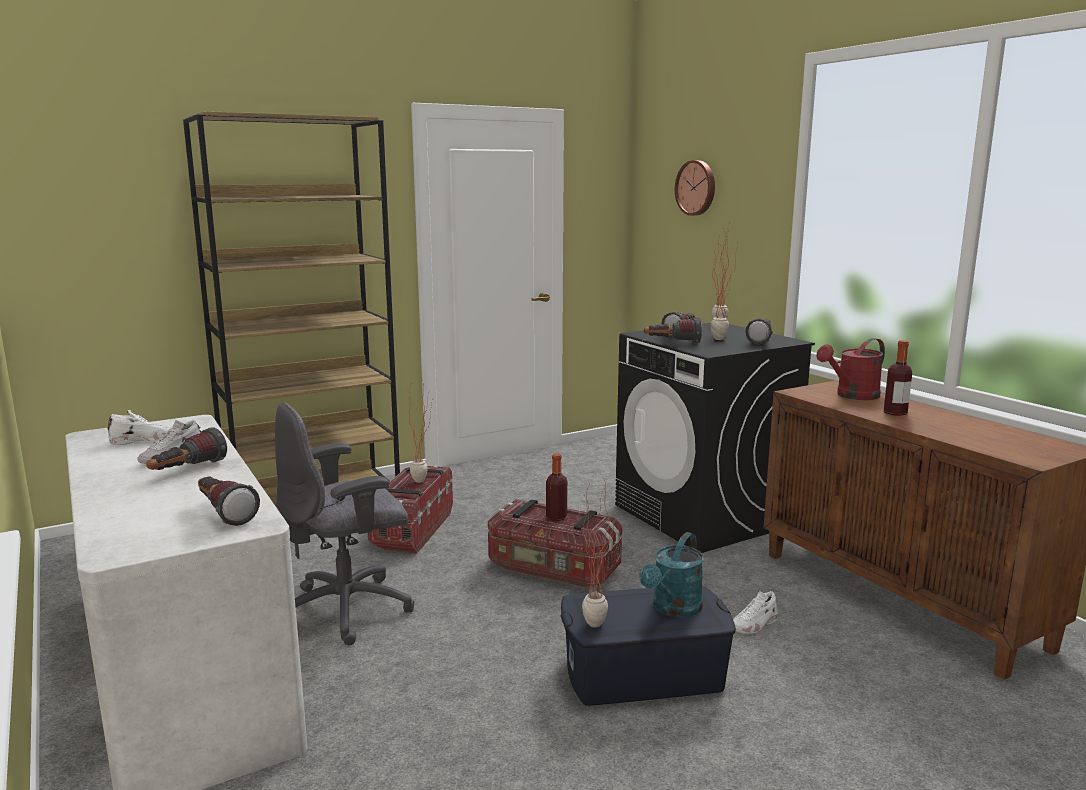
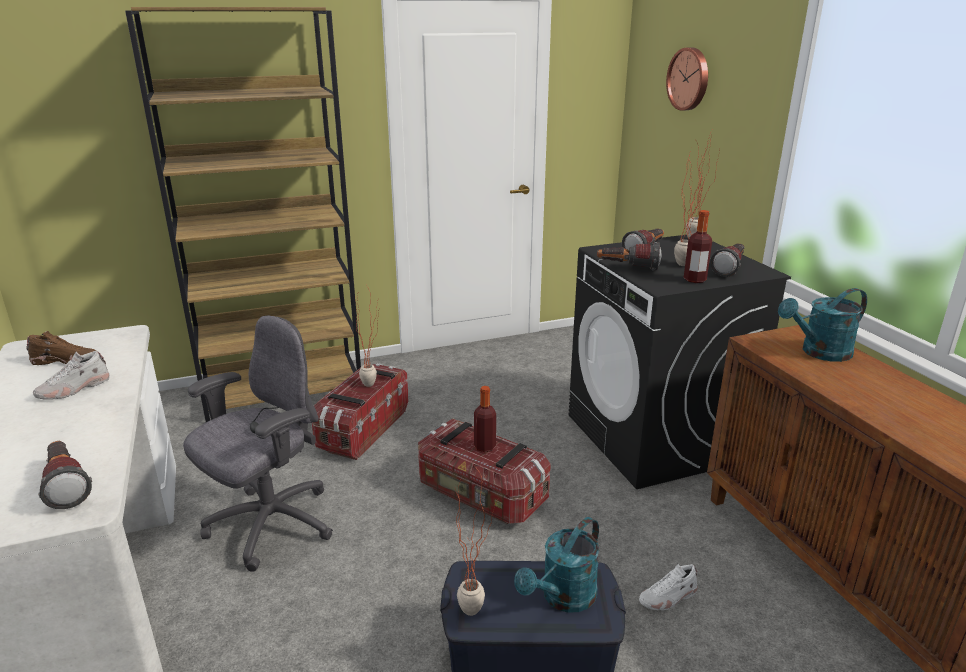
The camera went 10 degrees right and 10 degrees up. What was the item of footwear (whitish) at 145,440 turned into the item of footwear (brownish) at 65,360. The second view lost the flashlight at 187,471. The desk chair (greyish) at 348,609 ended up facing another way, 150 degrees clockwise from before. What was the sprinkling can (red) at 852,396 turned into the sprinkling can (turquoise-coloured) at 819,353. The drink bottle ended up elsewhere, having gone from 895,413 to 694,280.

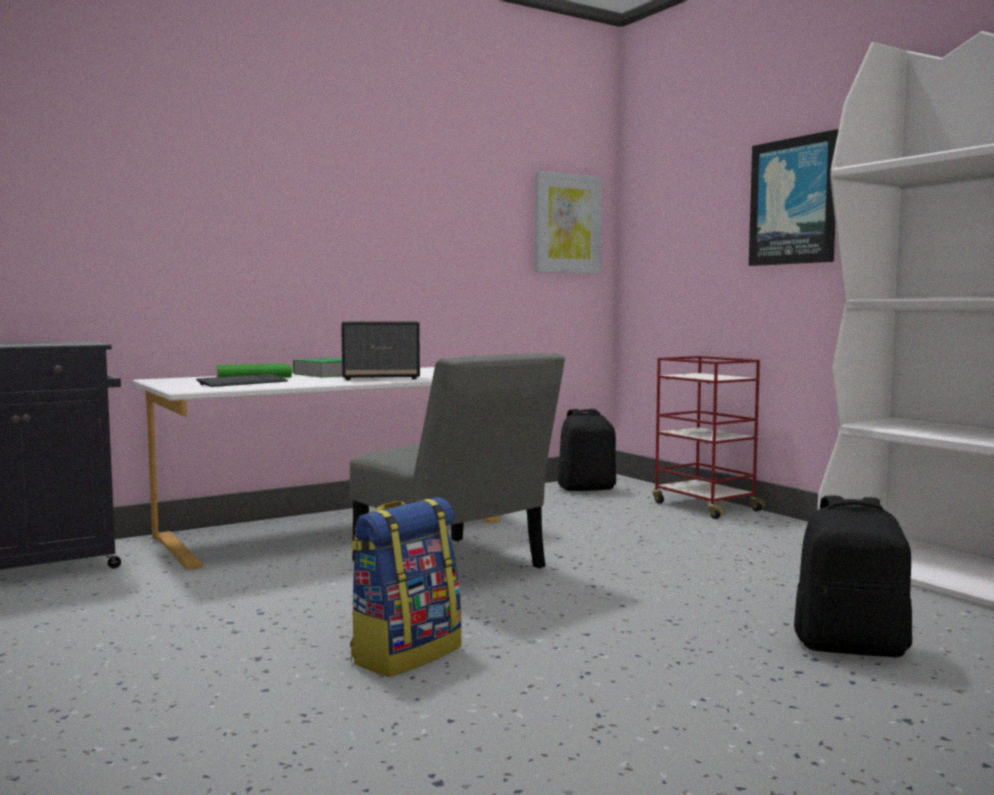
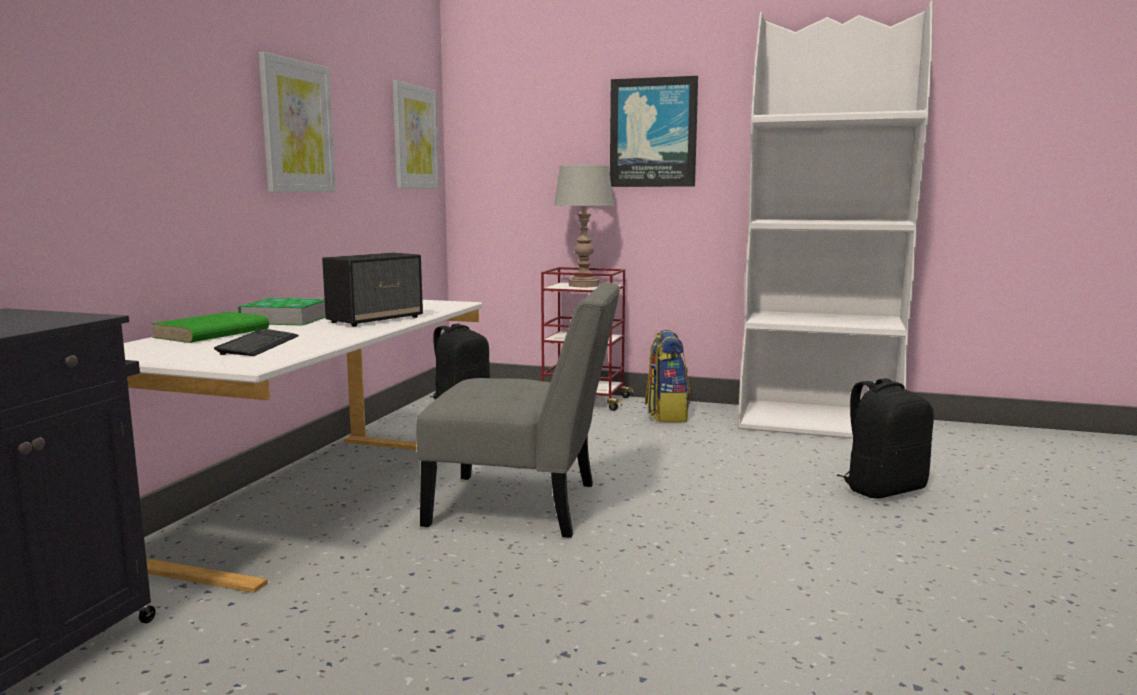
The camera went 40 degrees left and 5 degrees up. The backpack ended up elsewhere, having gone from 405,654 to 666,415. The second view gained the wall art at 297,127. The second view gained the tabletop lamp (greyish) at 583,285.

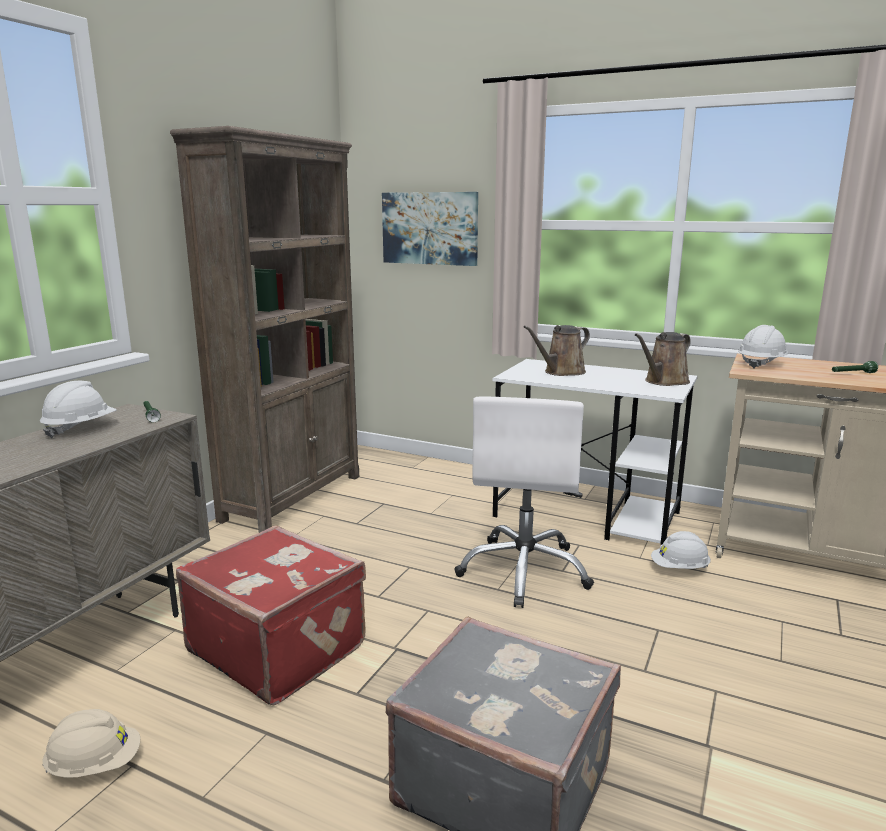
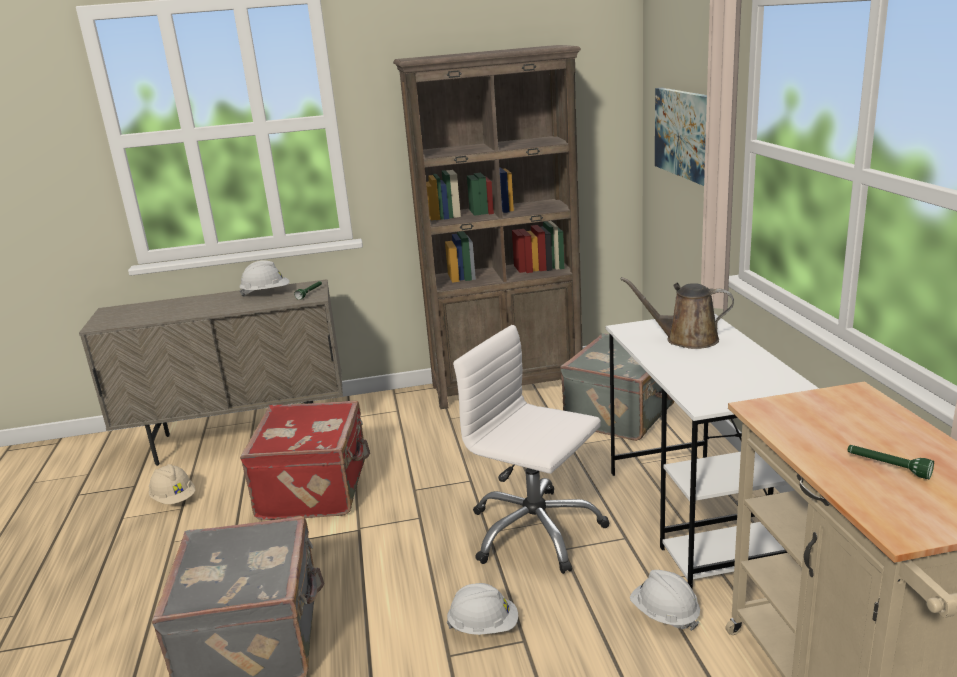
The camera went 55 degrees right and 5 degrees up. The desk chair (whitish) at 525,571 ended up facing another way, 60 degrees clockwise from before. The second view lost the sprinkling can (brownish) at 664,382. The hard hat (whitish) ended up elsewhere, having gone from 761,364 to 484,626. The second view gained the suitcase (greyish) at 622,414.

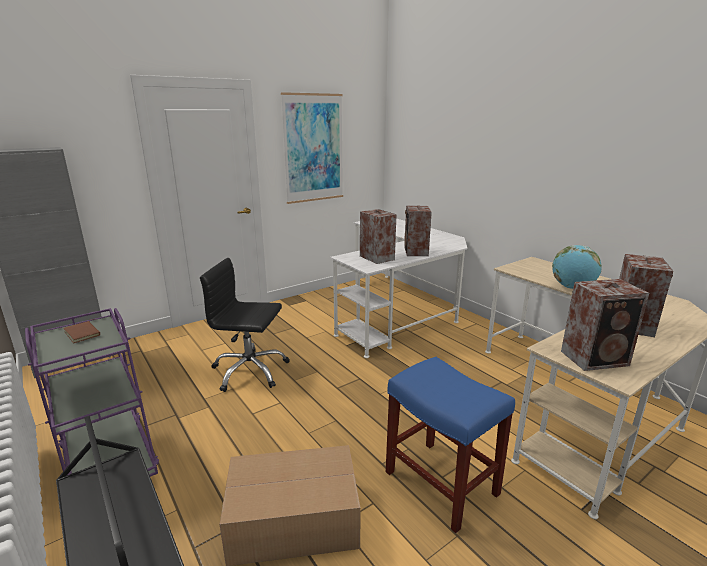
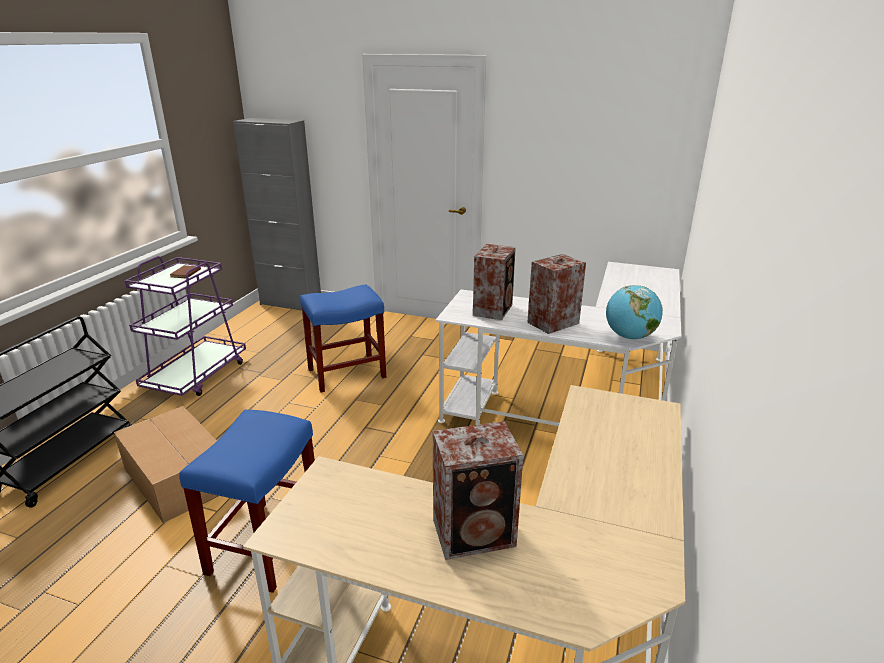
The camera went 55 degrees right and 5 degrees up. Where the desk chair (black) stood at 250,371, the stool seat (blue-coloured) came to stand at 347,373. The second view lost the wall art at 313,148. The desk globe ended up elsewhere, having gone from 572,288 to 629,337. The second view lost the audio speaker at 596,358.

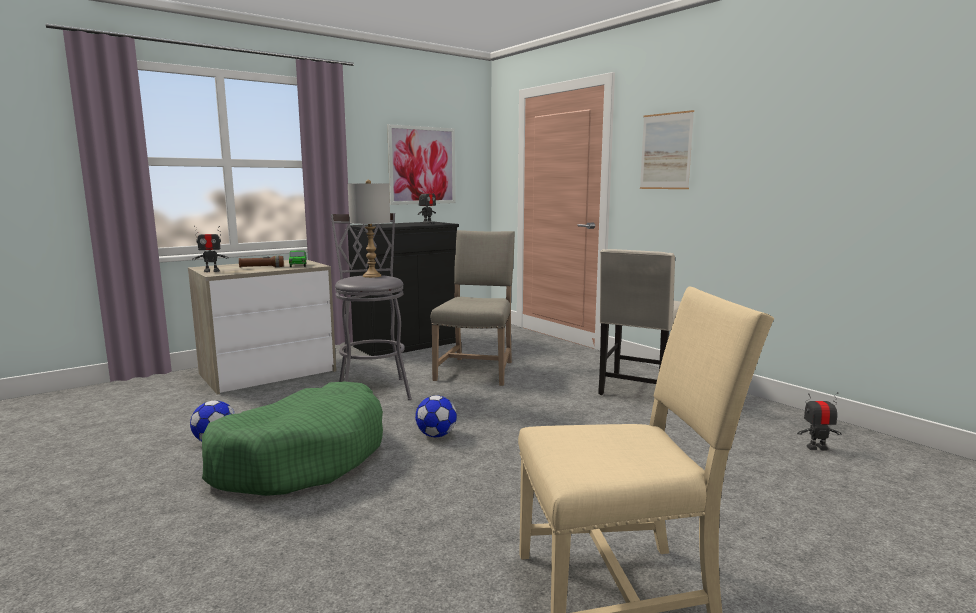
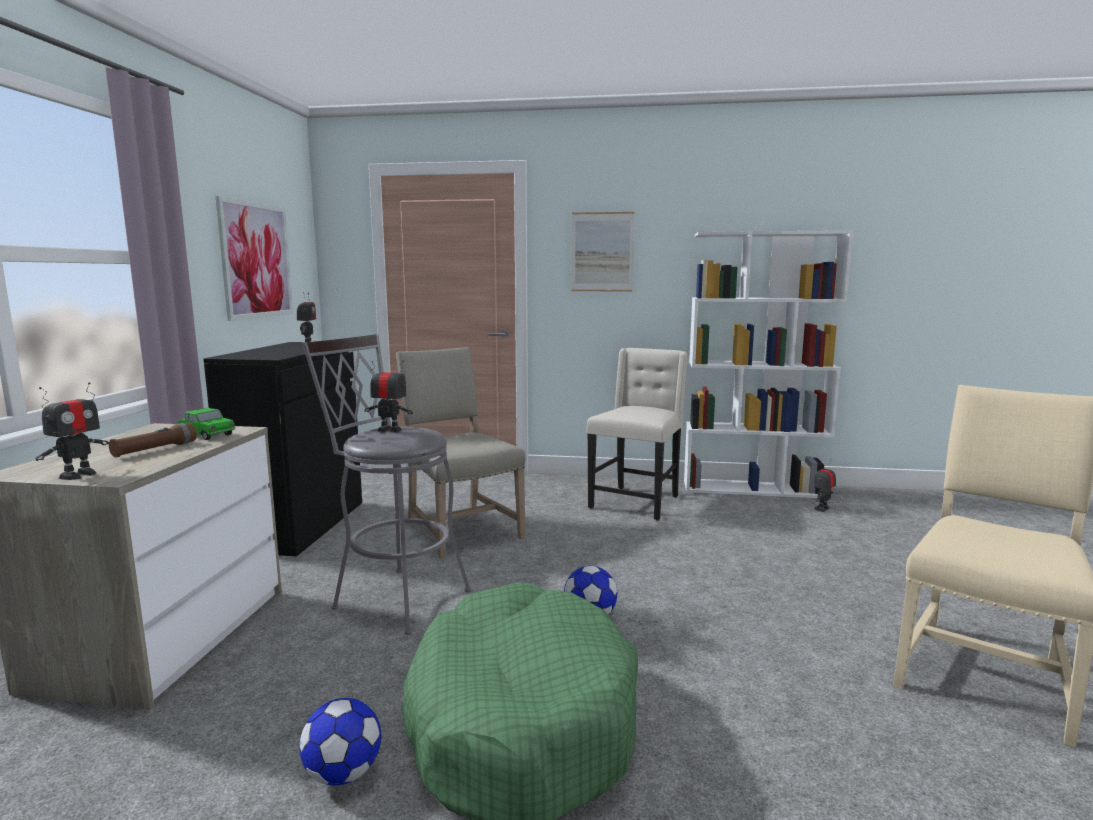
The camera went 45 degrees left and 0 degrees up. Where the tabletop lamp (greyish) stood at 371,276, the toy robot came to stand at 390,430. The plain chair (sand-coloured) at 638,389 ended up facing another way, 135 degrees counterclockwise from before. The second view gained the shelving unit (whitish) at 753,489.

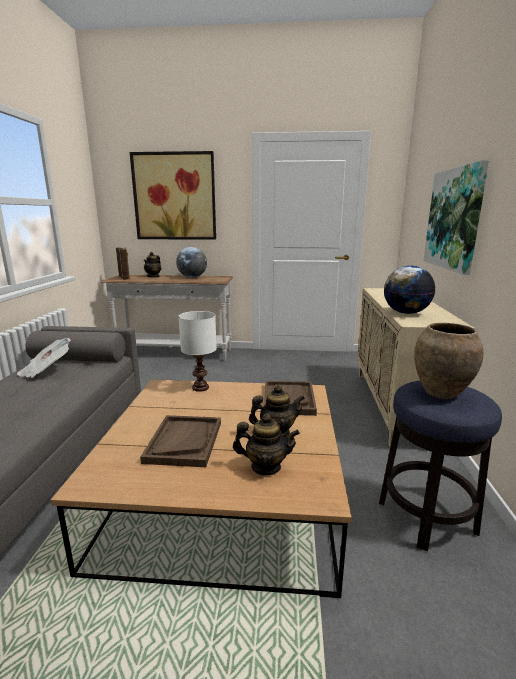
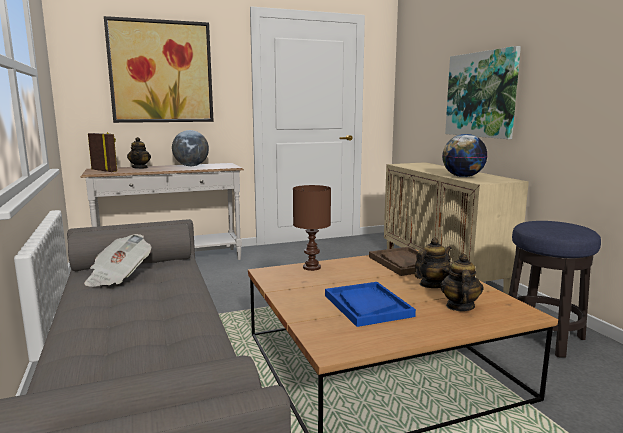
The camera went 25 degrees left and 5 degrees down. What was the tray (brownish) at 184,442 turned into the tray (blue-coloured) at 367,305. What was the tabletop lamp (whitish) at 201,387 turned into the tabletop lamp (brownish) at 311,267. The teapot at 265,467 ended up facing another way, 60 degrees counterclockwise from before. The second view lost the decorative vase (brownish) at 440,393.

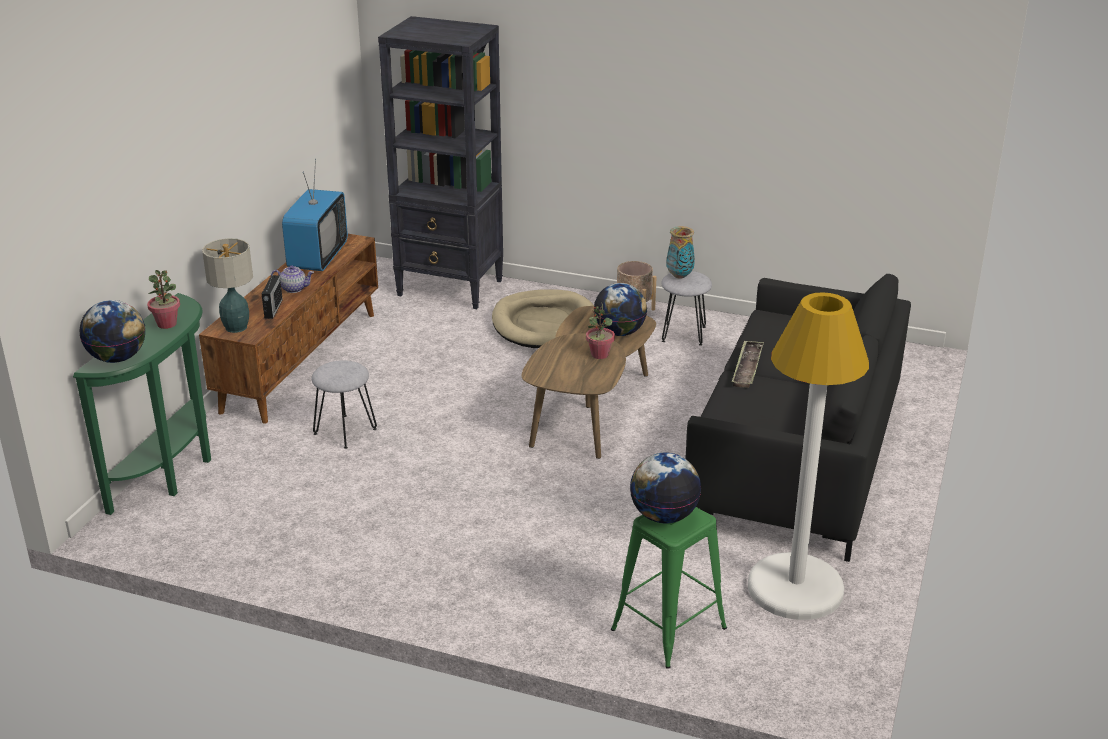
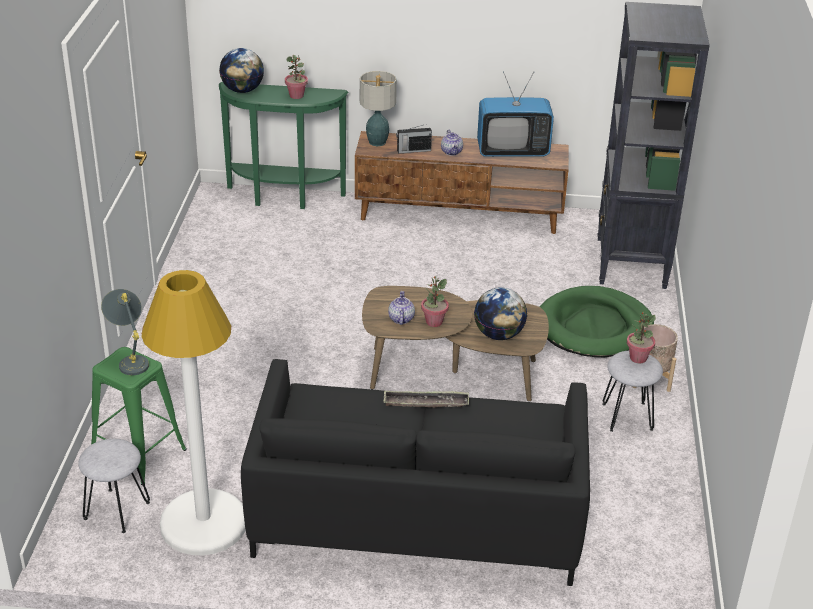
The camera went 75 degrees right and 5 degrees up. The stool seat (greyish) ended up elsewhere, having gone from 345,431 to 117,510. What was the dog bed (sand-coloured) at 545,324 turned into the dog bed (greenish) at 594,327. Where the desk globe stood at 663,516, the tabletop lamp (greyish) came to stand at 130,360. Where the decorative vase stood at 679,276, the potted plant came to stand at 638,358. The second view gained the teapot at 400,318.

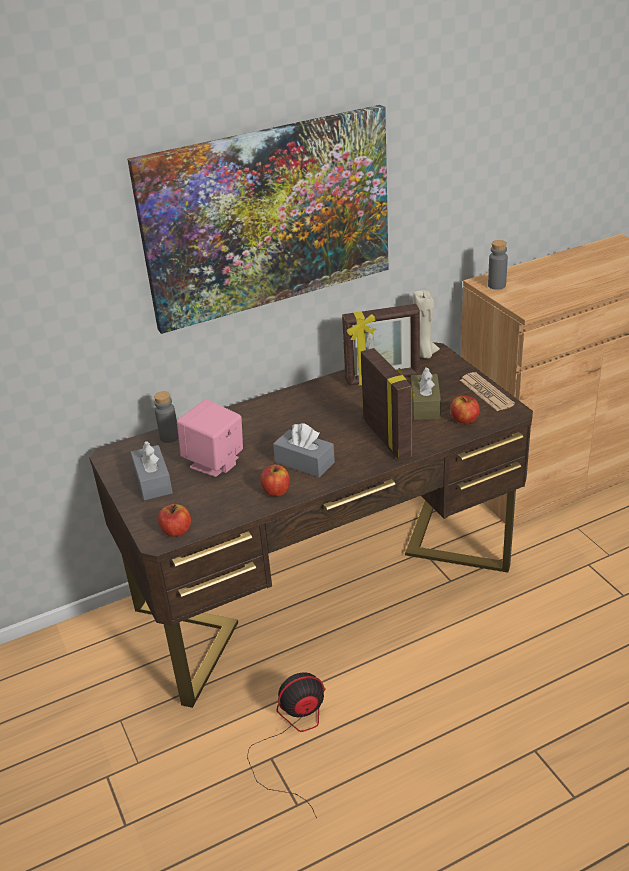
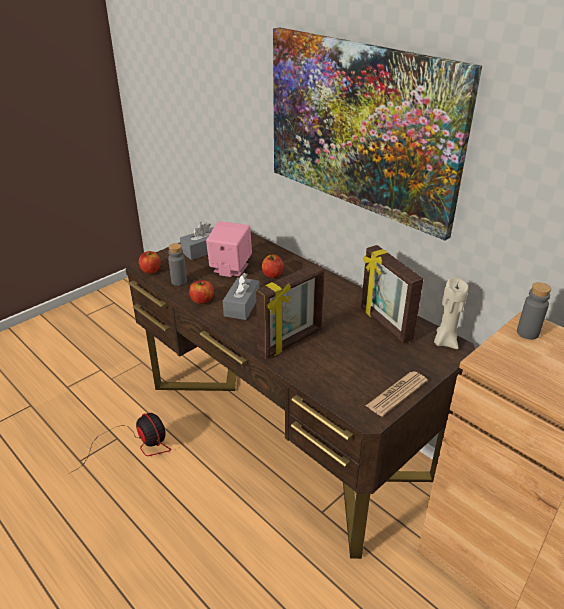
The camera went 70 degrees right and 0 degrees up. The drink bottle (greyish) ended up elsewhere, having gone from 169,437 to 179,281. The second view lost the tissue box (brownish) at 425,406. The whole apple ended up elsewhere, having gone from 464,419 to 272,274.

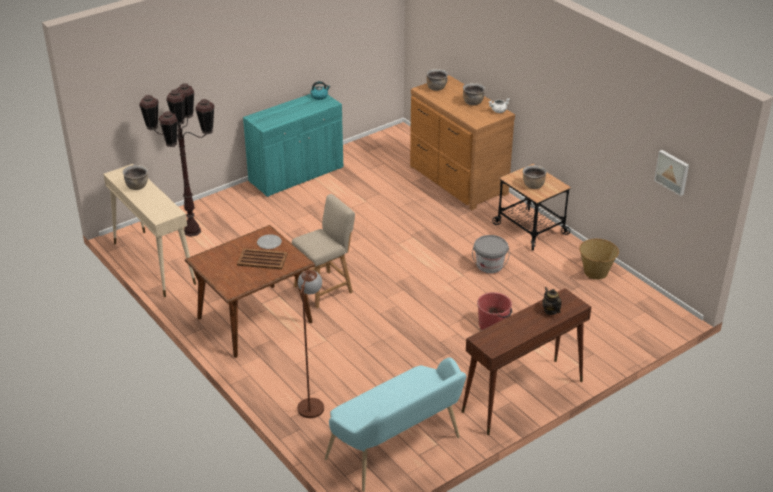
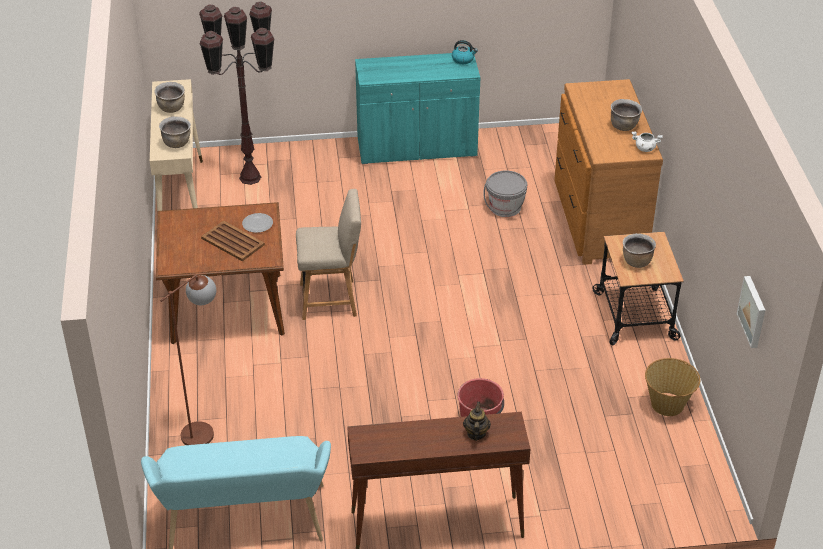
The camera went 30 degrees right and 5 degrees up. The stockpot (brownish) ended up elsewhere, having gone from 436,88 to 177,143. The water bucket (greyish) ended up elsewhere, having gone from 489,265 to 505,207.

